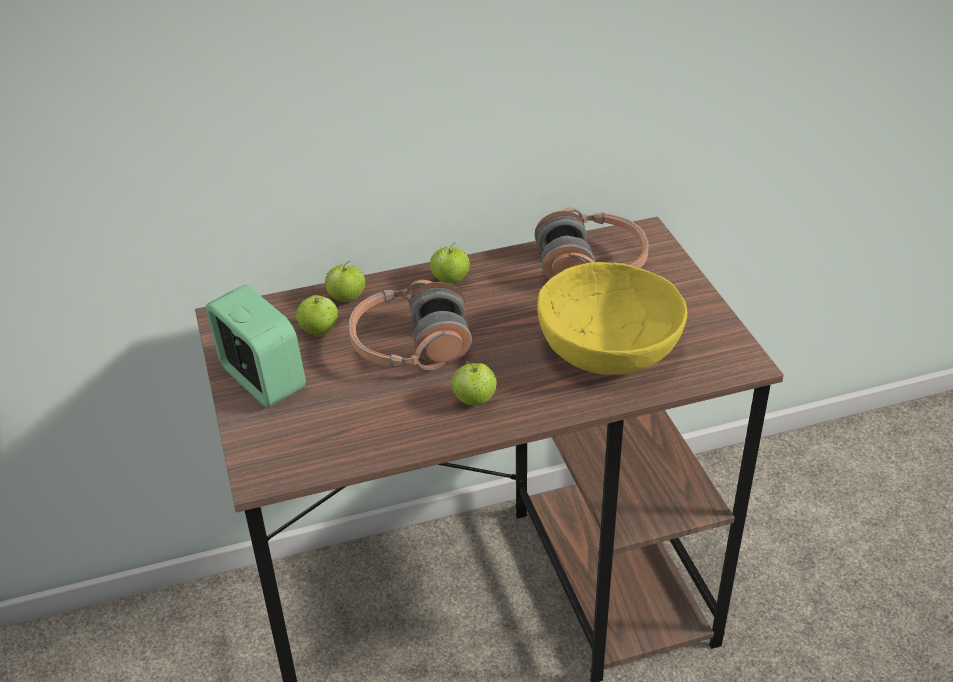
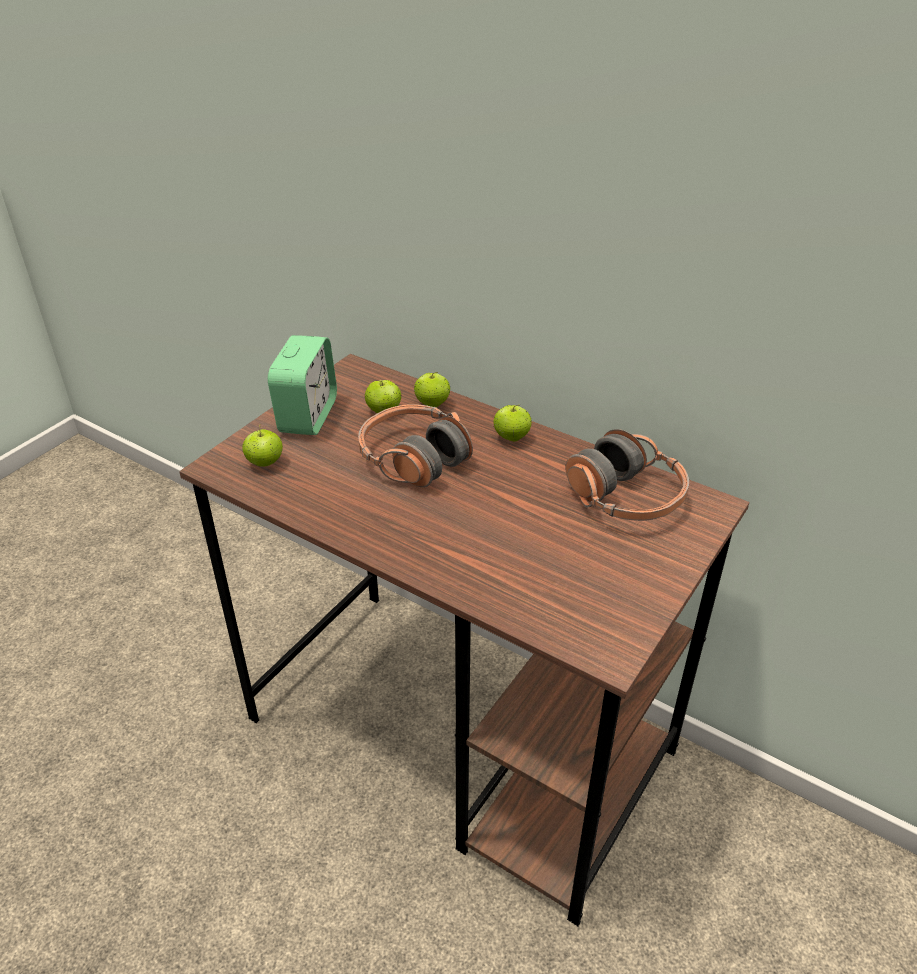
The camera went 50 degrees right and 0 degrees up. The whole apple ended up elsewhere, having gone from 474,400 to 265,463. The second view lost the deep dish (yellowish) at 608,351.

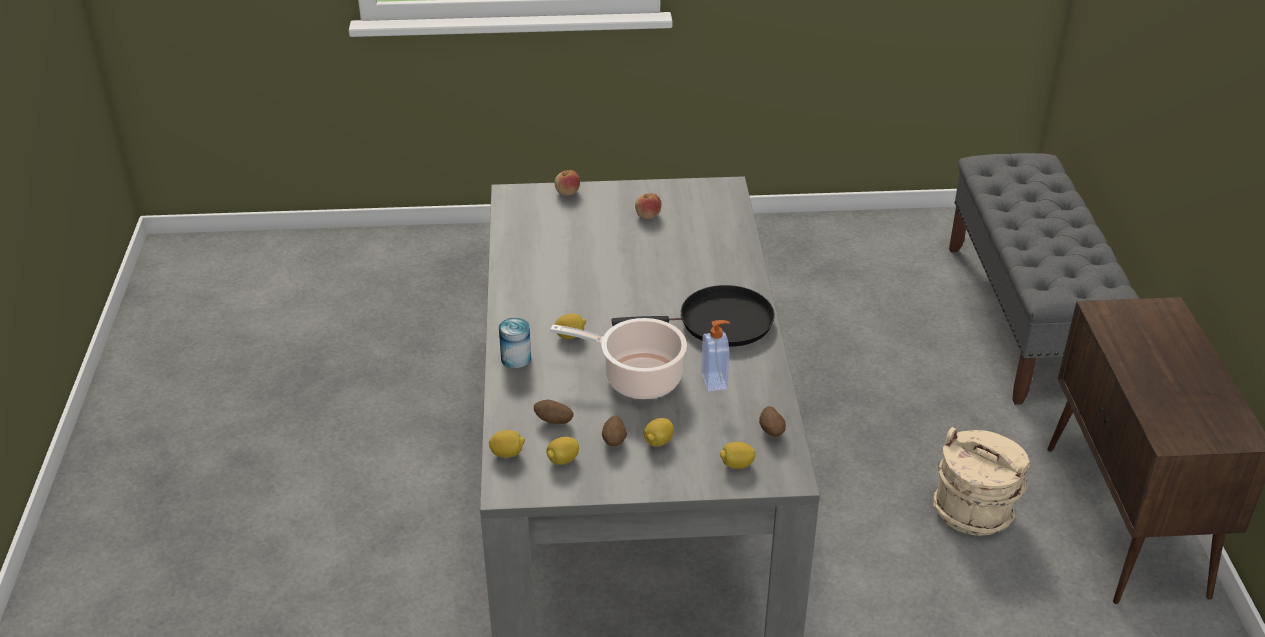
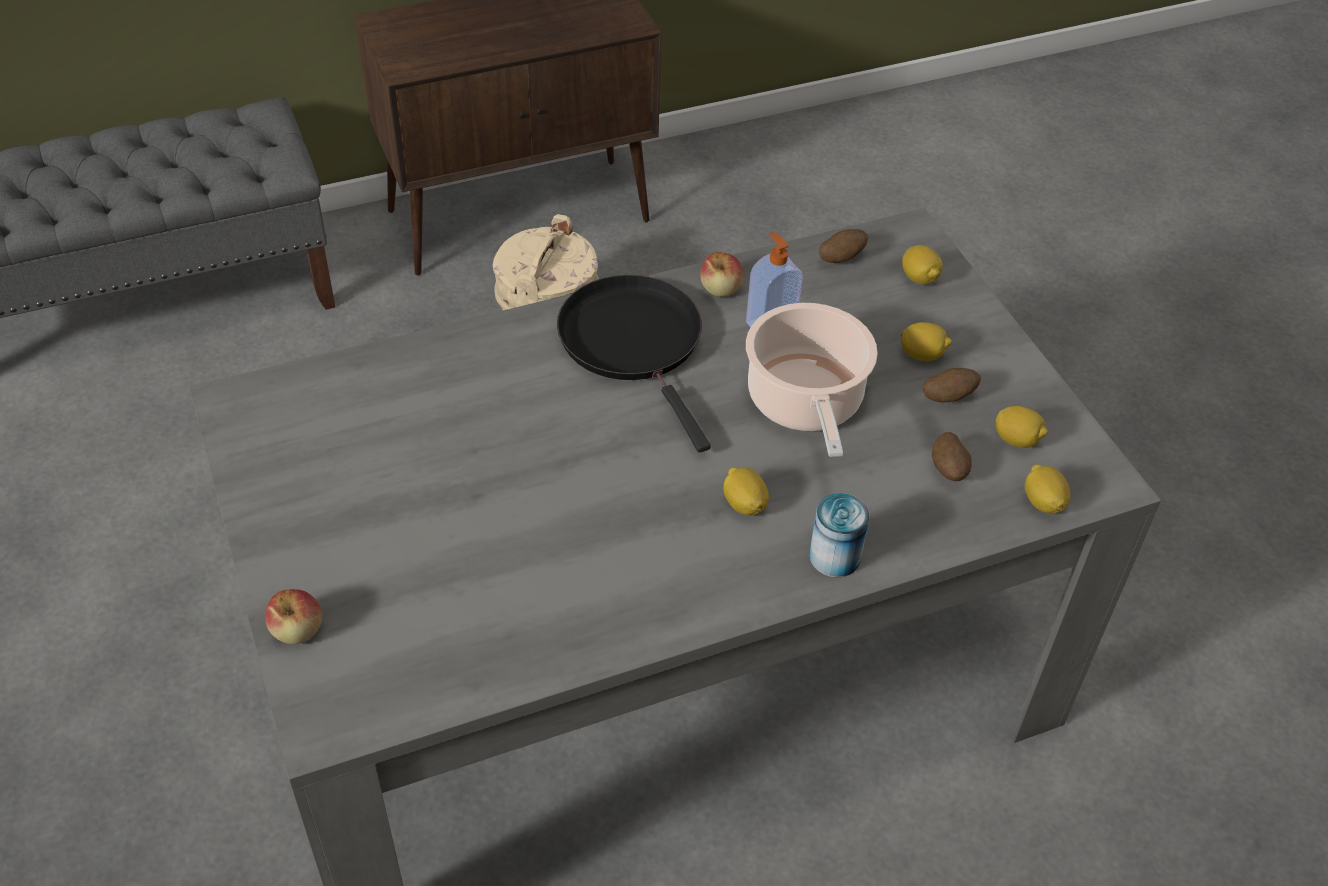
The camera went 110 degrees left and 10 degrees up. The whole apple ended up elsewhere, having gone from 647,215 to 721,289.

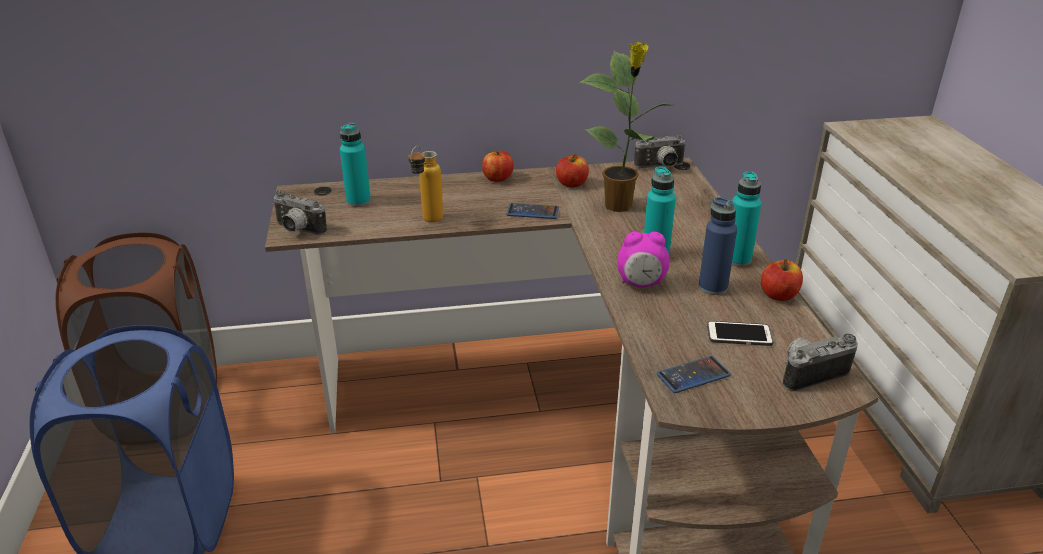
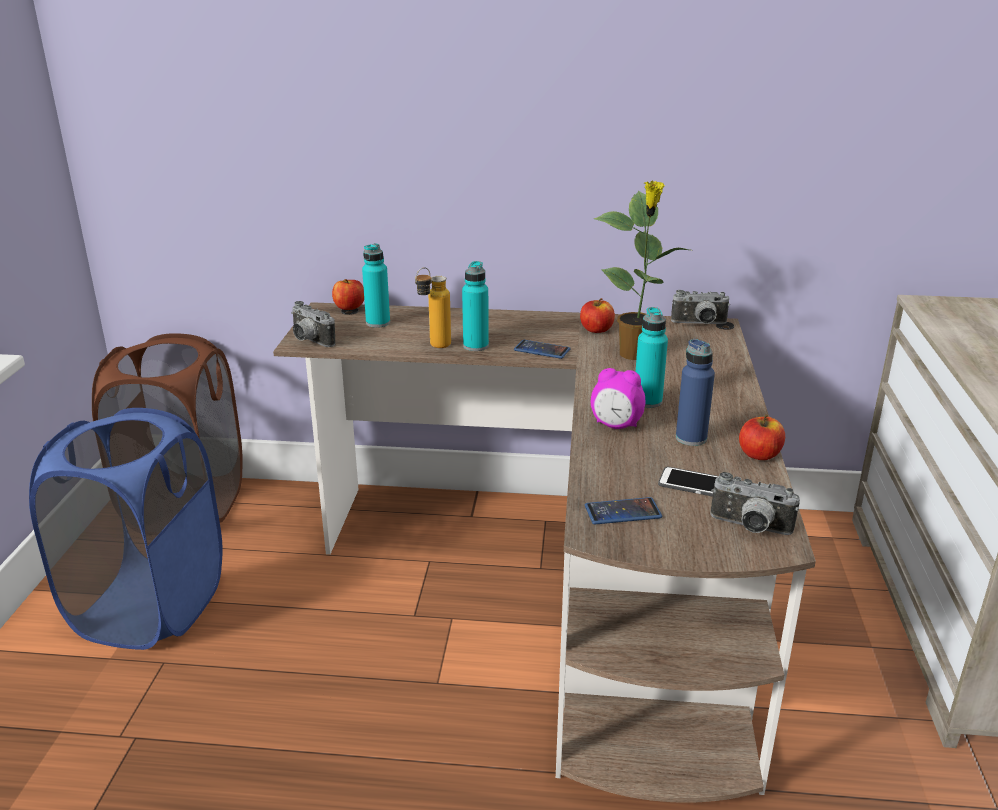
The camera went 15 degrees right and 5 degrees down. The whole apple ended up elsewhere, having gone from 497,178 to 349,307. The drink bottle (turquoise-coloured) ended up elsewhere, having gone from 737,259 to 475,346. The still camera at 809,373 ended up facing another way, 150 degrees counterclockwise from before.

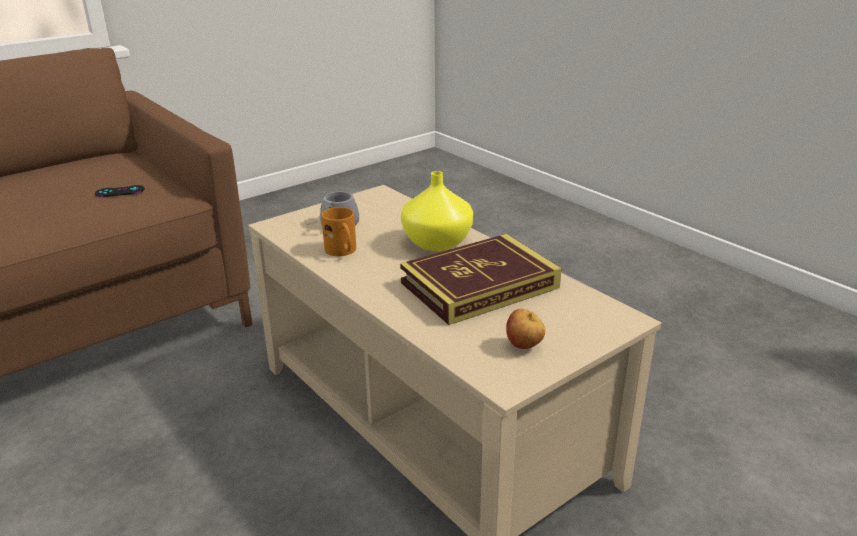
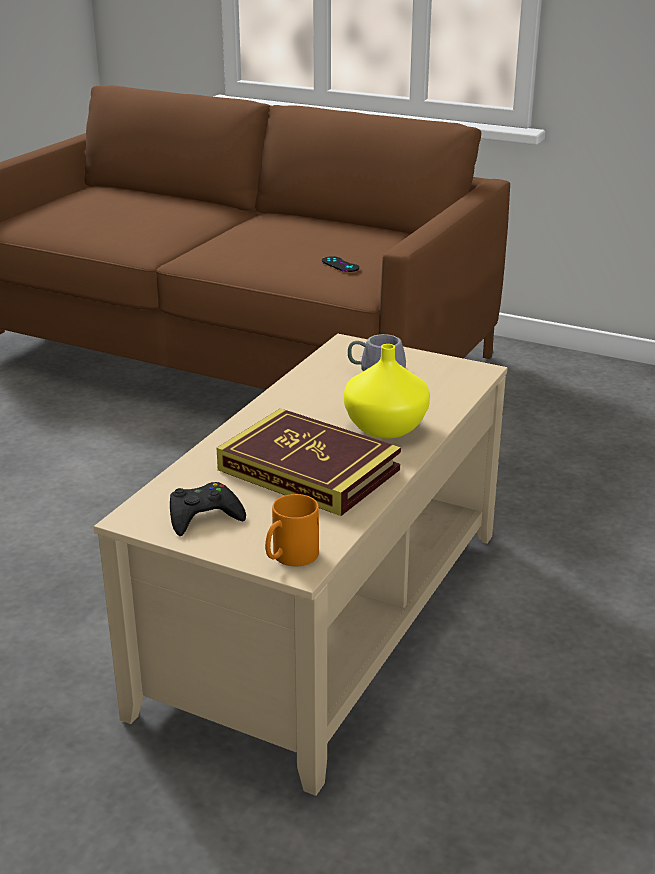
The camera went 65 degrees right and 0 degrees up. The coffee mug (orange) ended up elsewhere, having gone from 343,251 to 289,558. Where the whole apple stood at 524,346, the game controller (black) came to stand at 203,516.

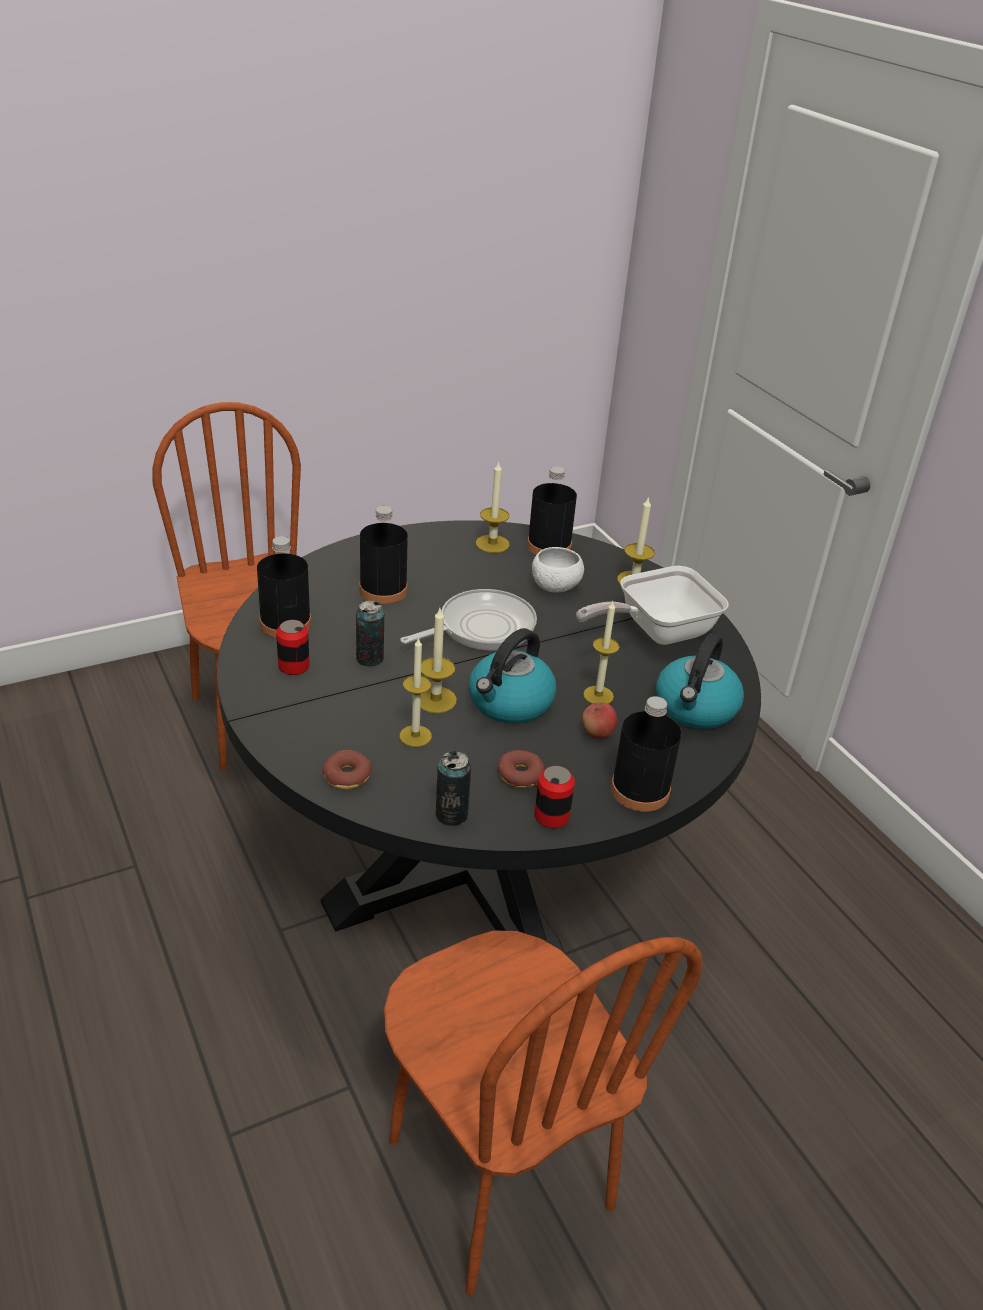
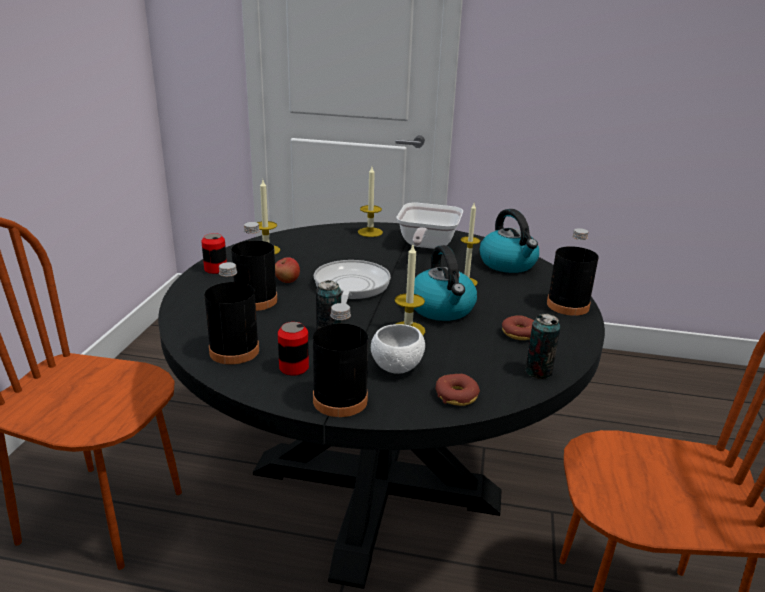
The camera went 50 degrees left and 10 degrees down. The second view lost the wax light at 415,736. The drink bottle (black) ended up elsewhere, having gone from 549,546 to 340,400. The deep dish (whitish) ended up elsewhere, having gone from 555,587 to 396,367. The can ended up elsewhere, having gone from 551,816 to 215,269. The whole apple ended up elsewhere, having gone from 597,733 to 287,281.

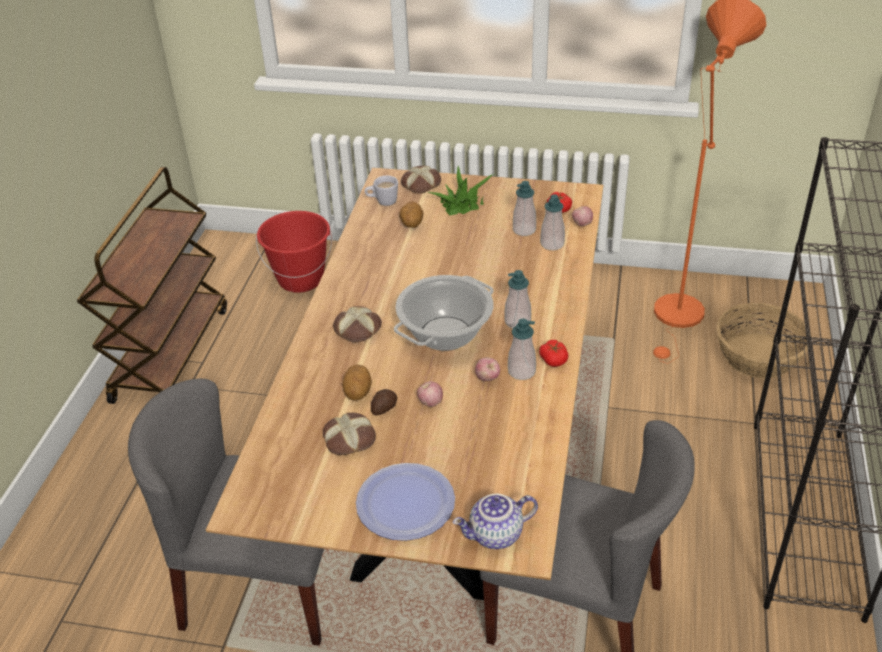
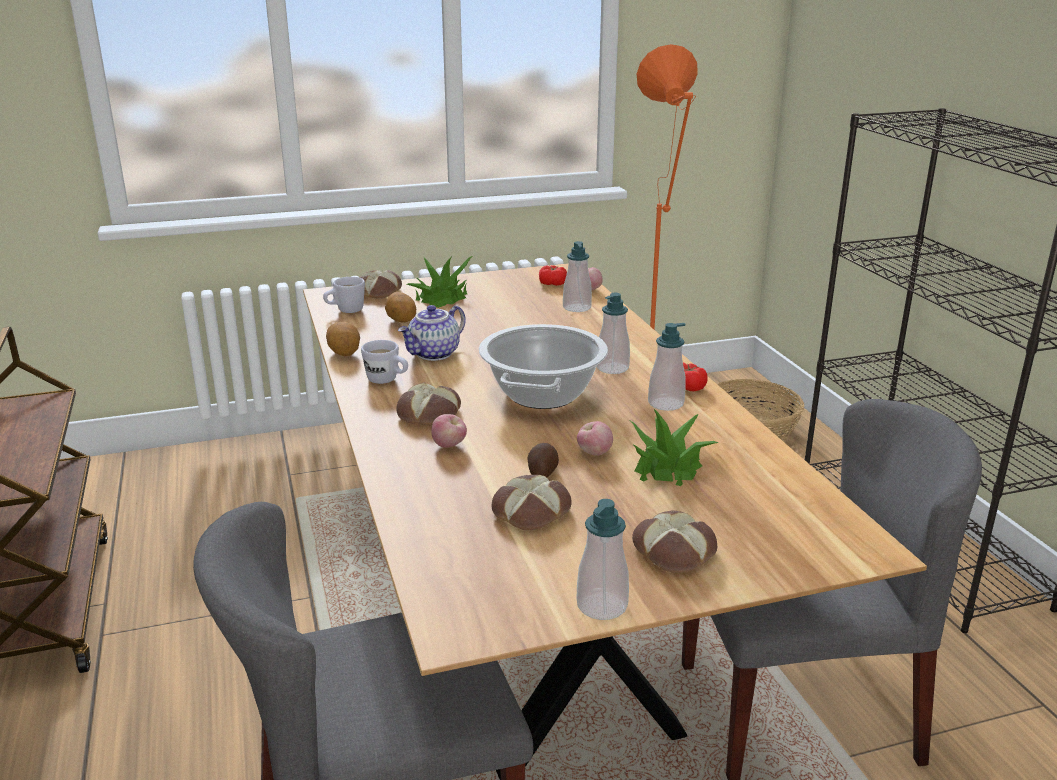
The camera went 30 degrees left and 15 degrees down. The second view lost the water bucket (red) at 301,279. The spud ended up elsewhere, having gone from 358,392 to 344,353. Where the dinner plate stood at 406,503, the bakery bread came to stand at 675,550. The teapot ended up elsewhere, having gone from 496,536 to 434,354. The whole apple ended up elsewhere, having gone from 487,378 to 449,445. The soap bottle ended up elsewhere, having gone from 524,230 to 602,606. The second view gained the coffee mug (whitish) at 387,381. The second view gained the potted plant at 667,467.

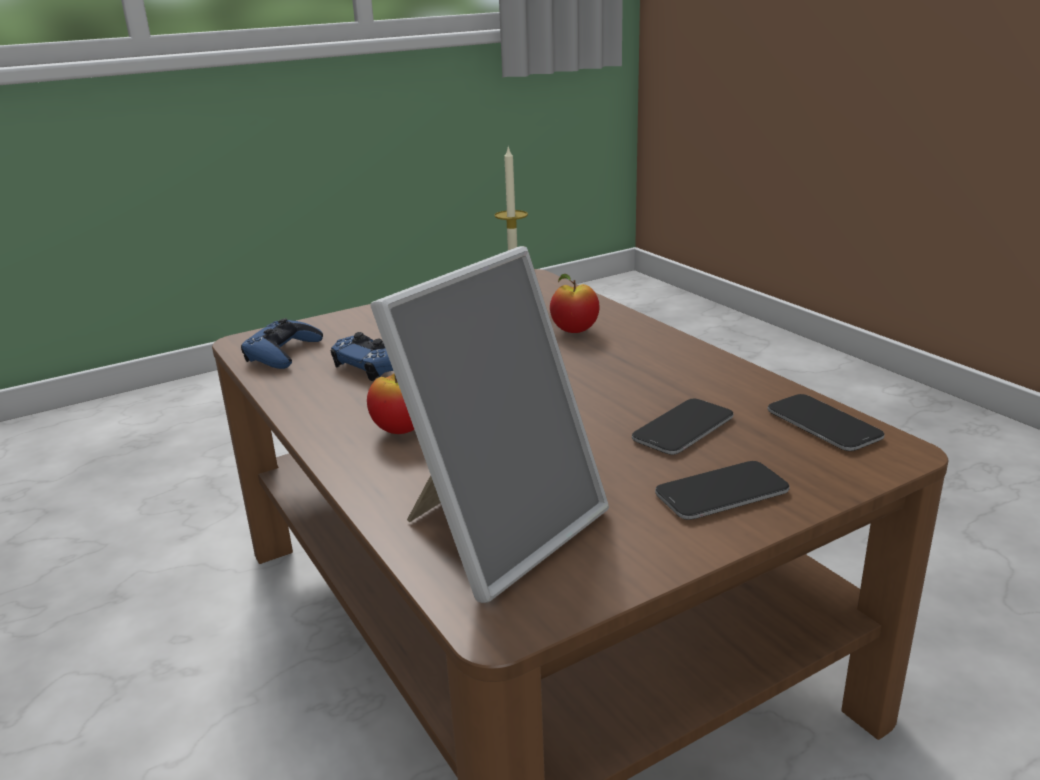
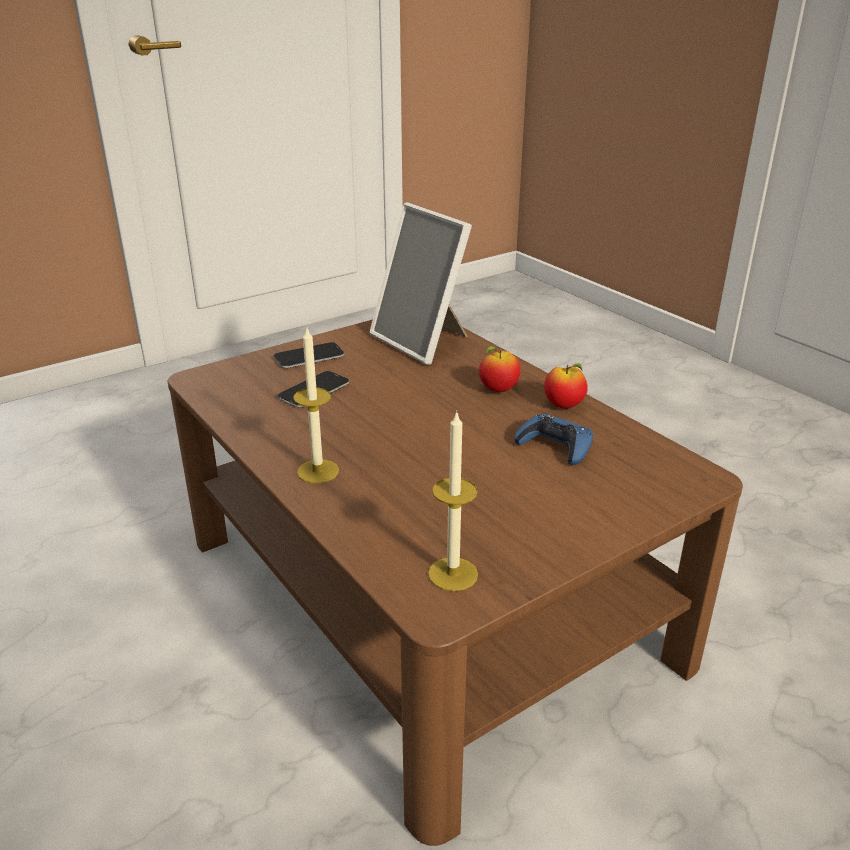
The camera went 175 degrees right and 5 degrees up. The second view lost the game controller (blue-coloured) at 283,353. The standing frame at 498,530 ended up facing another way, 75 degrees counterclockwise from before. The whole apple ended up elsewhere, having gone from 574,331 to 564,406. The second view lost the phone at 823,424. The second view gained the wax light at 318,471.

